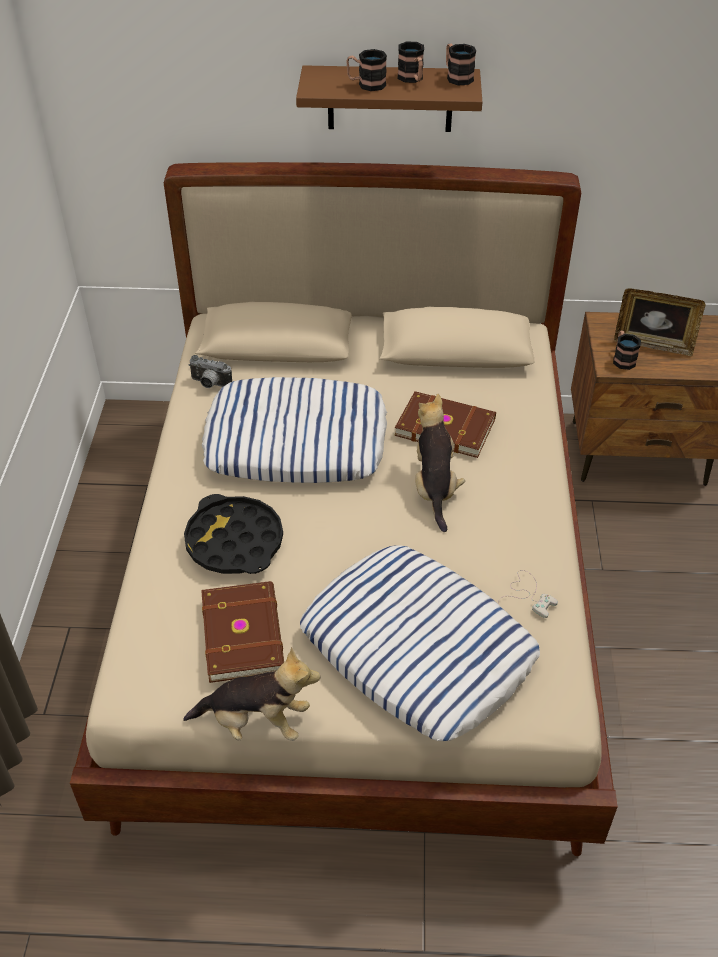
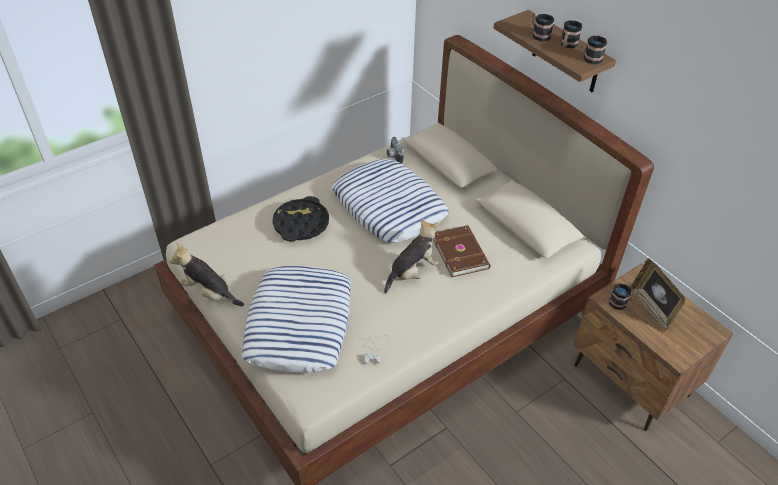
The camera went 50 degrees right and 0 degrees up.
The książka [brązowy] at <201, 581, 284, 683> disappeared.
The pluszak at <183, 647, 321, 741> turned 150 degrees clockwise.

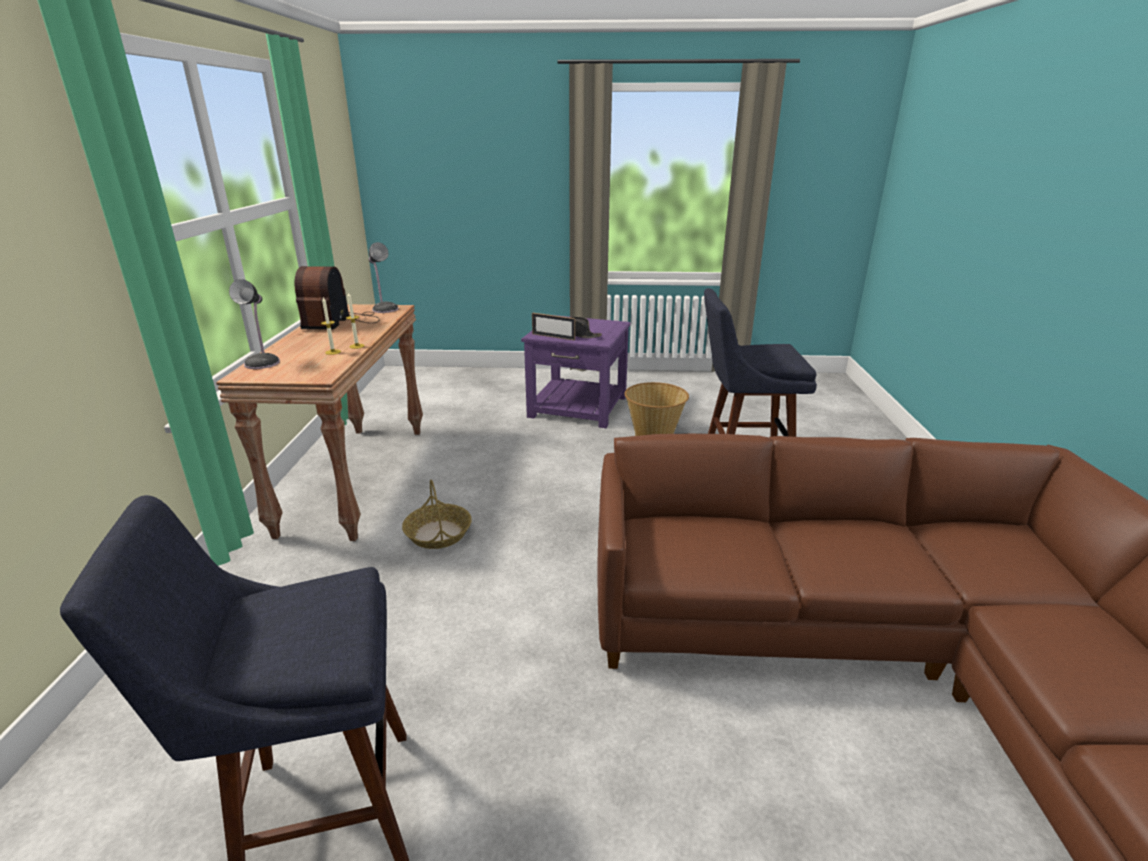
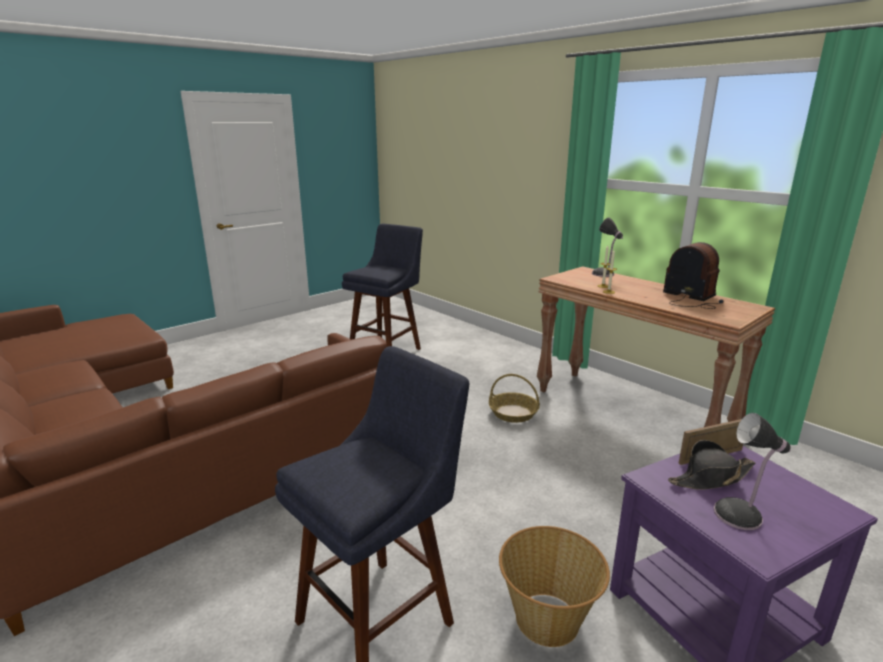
The camera went 135 degrees right and 5 degrees down.
The lampa stołowa moved from <368, 242, 399, 313> to <714, 413, 791, 530>.

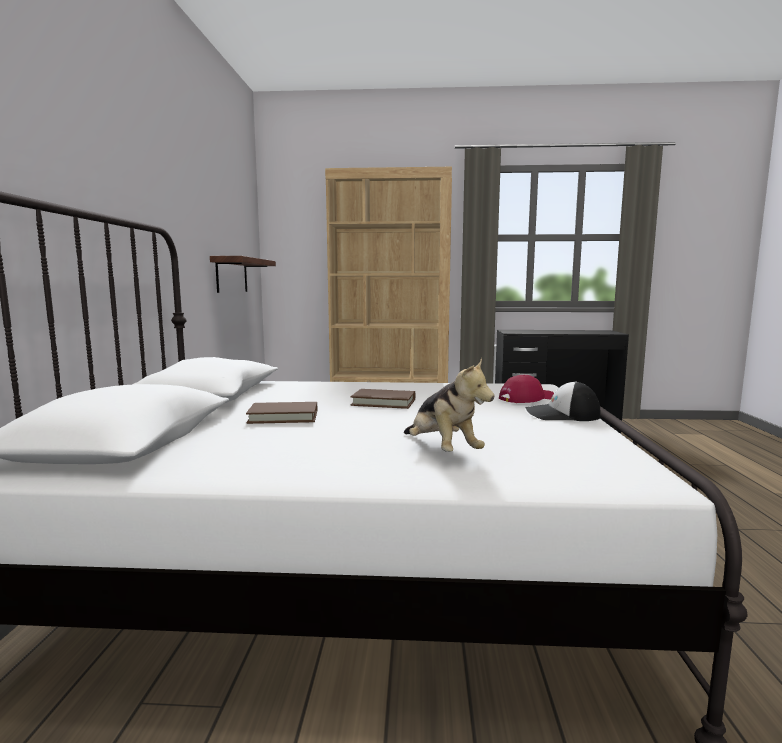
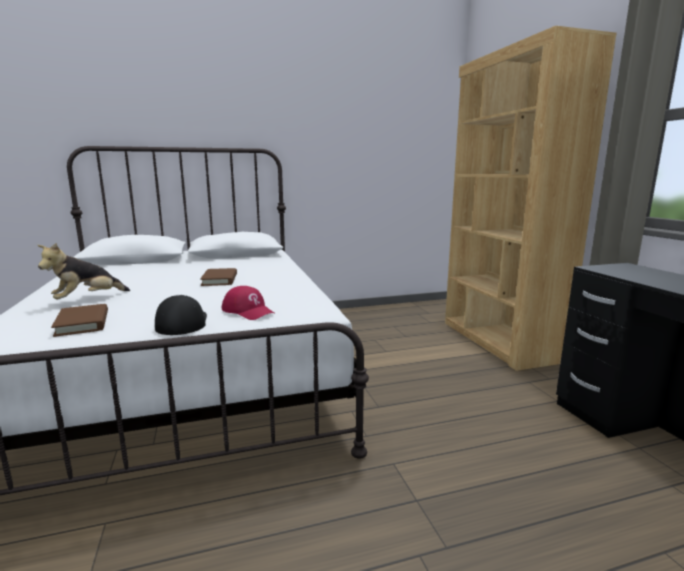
The camera went 70 degrees right and 5 degrees up.
The półka at <210, 256, 276, 293> disappeared.
The książka [brązowy] moved from <246, 402, 317, 424> to <51, 304, 108, 337>.

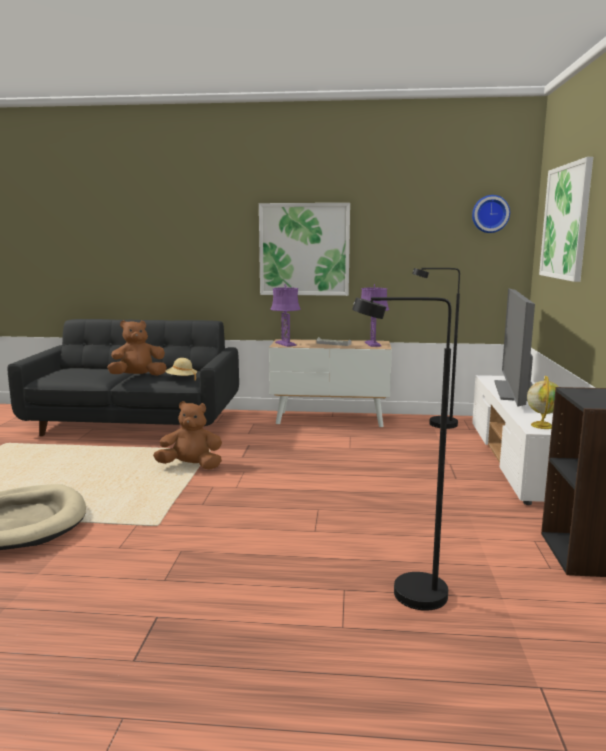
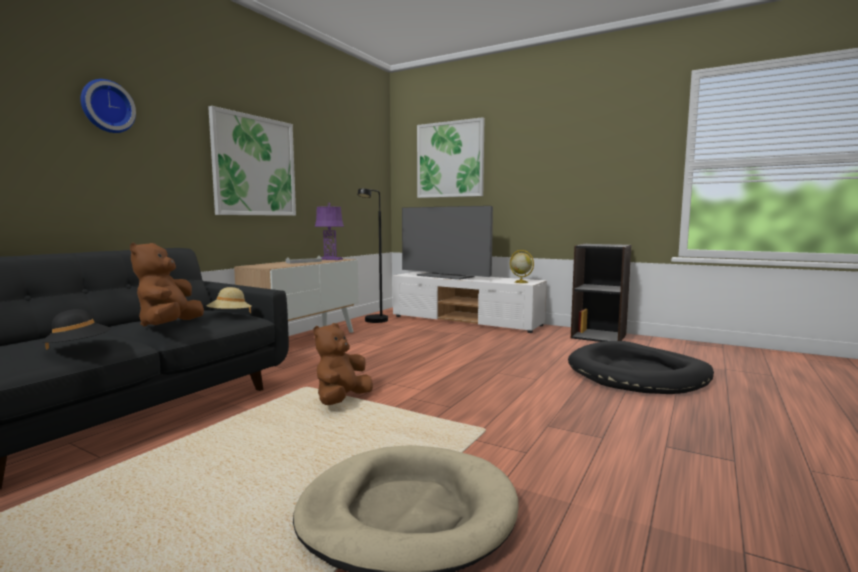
The camera went 65 degrees left and 5 degrees down.
The zegar ścienny moved from <472, 195, 510, 233> to <81, 79, 136, 133>.
The lampa stołowa [fioletowy] at <271, 284, 301, 347> disappeared.
The lampa stojąca [czarny] at <352, 297, 451, 611> was replaced by the legowisko [czarny] at <568, 341, 714, 394>.
The kapelusz [czarny] at <42, 309, 111, 350> appeared.

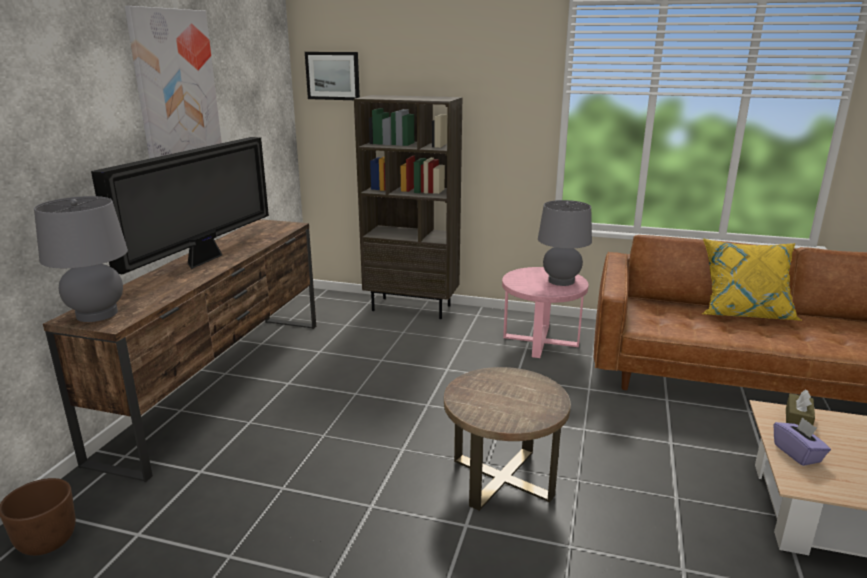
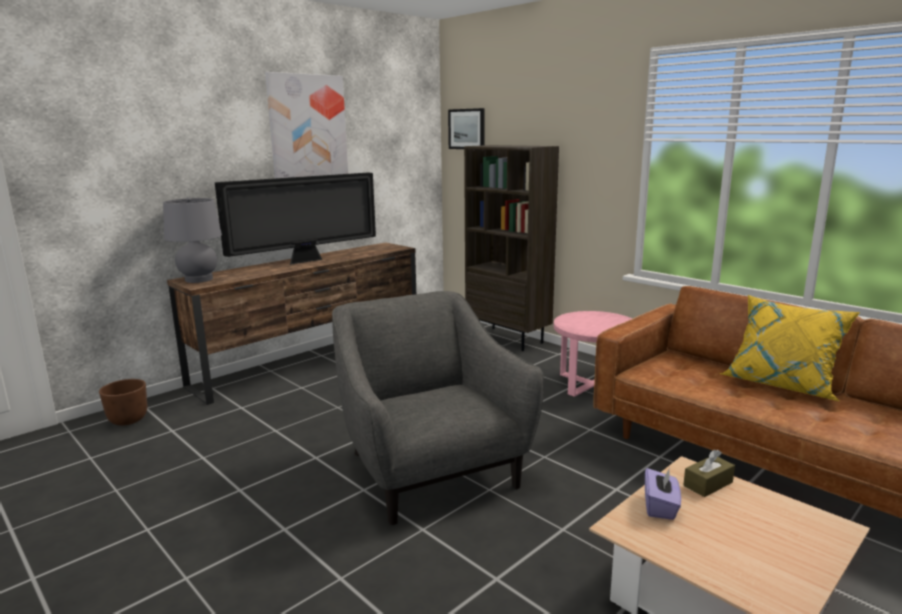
The camera went 30 degrees right and 5 degrees down.
The lampa stołowa [szary] at <538, 200, 592, 286> disappeared.
The stolik [brązowy] at <444, 367, 571, 511> was replaced by the fotel [szary] at <332, 291, 544, 525>.

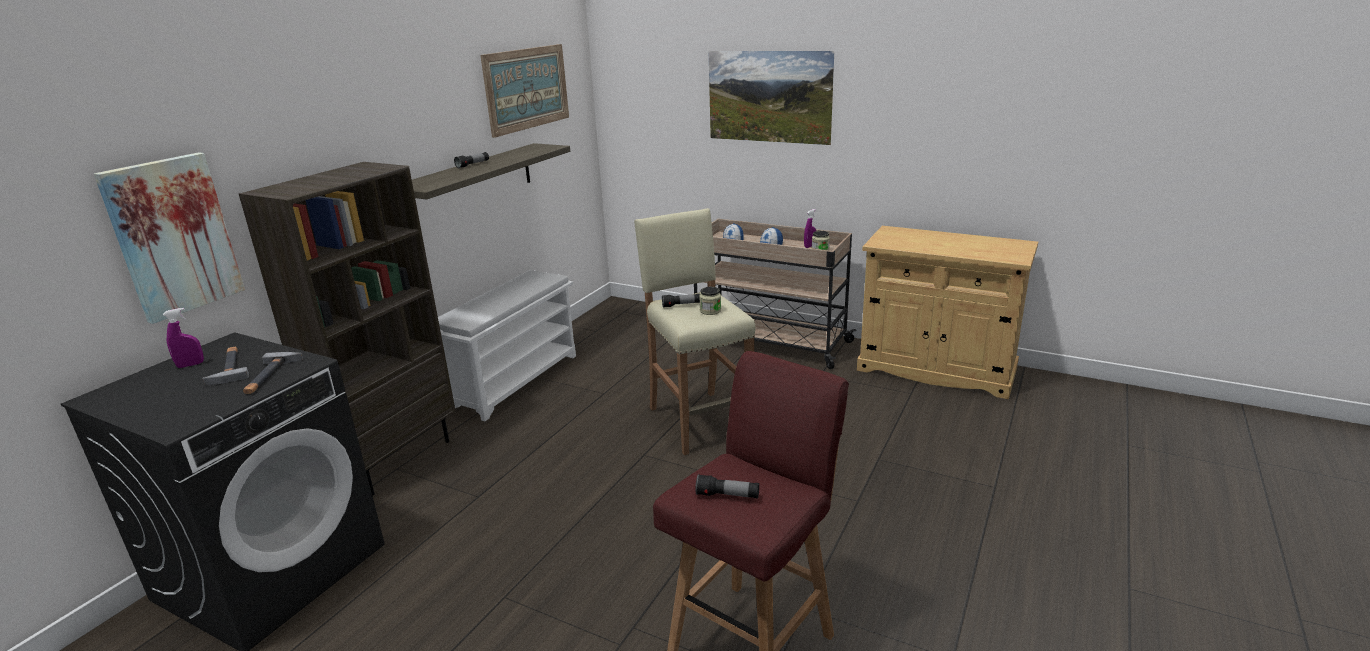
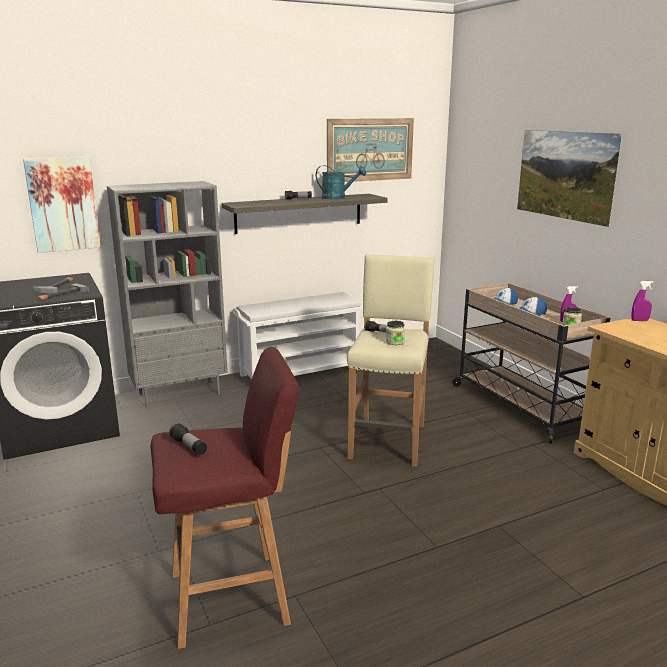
The camera went 35 degrees right and 5 degrees down.
The regał [brązowy] at <239, 162, 456, 496> became the regał [szary] at <107, 181, 228, 408>.
The spryskiwacz [fioletowy] moved from <163, 308, 204, 368> to <631, 281, 654, 321>.
The konewka [turkusowy] at <316, 165, 366, 199> appeared.

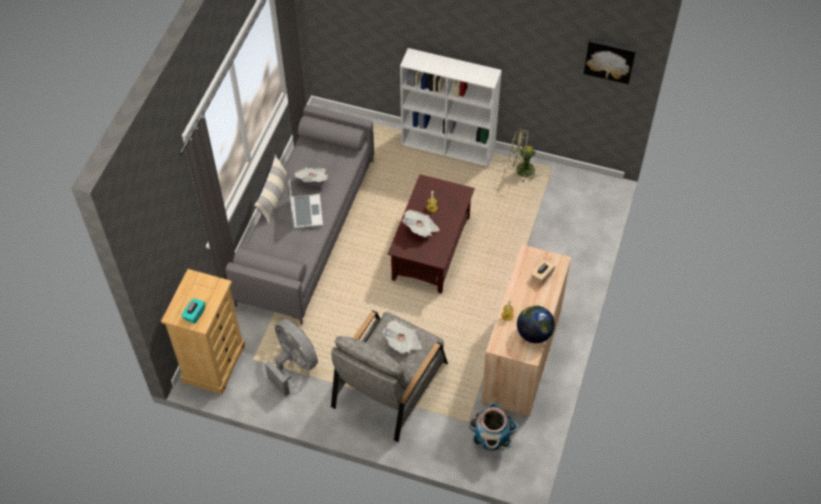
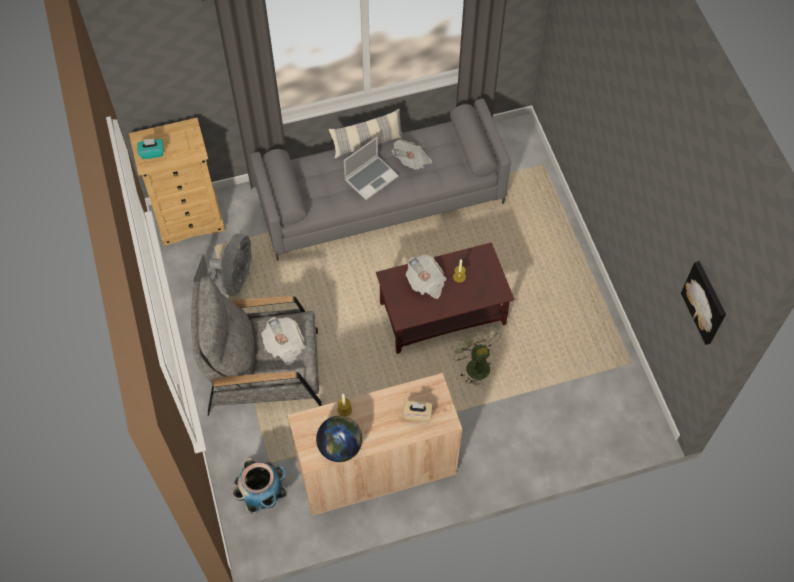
The camera went 55 degrees right and 5 degrees up.
The regał [biały] at <400, 48, 502, 167> disappeared.
The wentylator [zielony] moved from <508, 129, 537, 182> to <449, 325, 501, 387>.

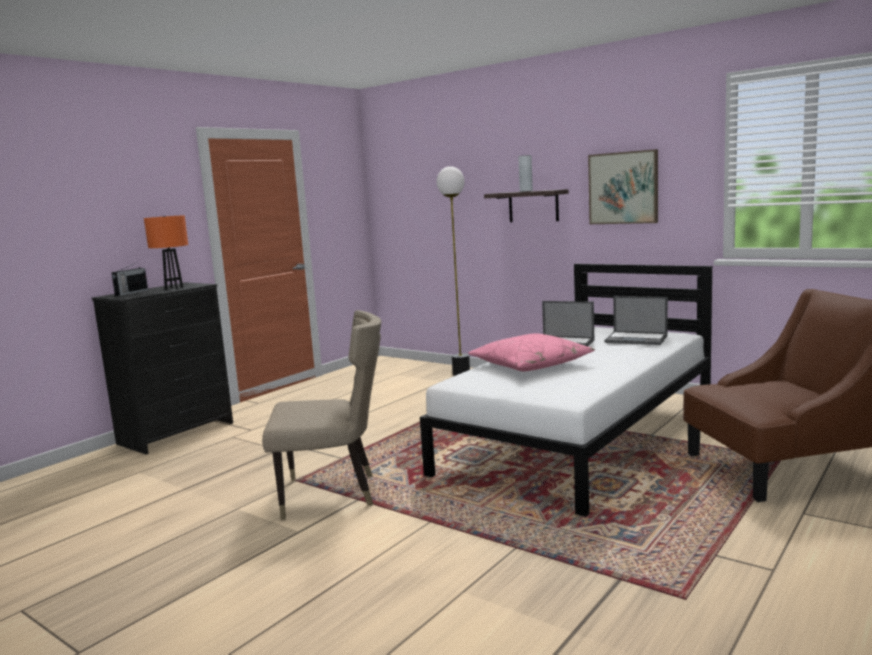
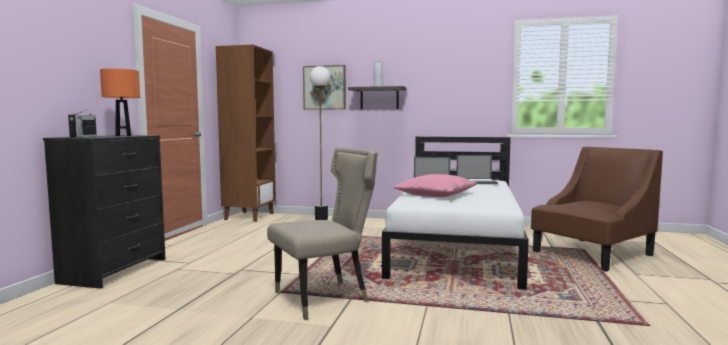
The camera went 25 degrees left and 5 degrees down.
The obraz moved from <588, 149, 658, 224> to <303, 65, 346, 110>.
The regał [brązowy] at <216, 45, 276, 222> appeared.

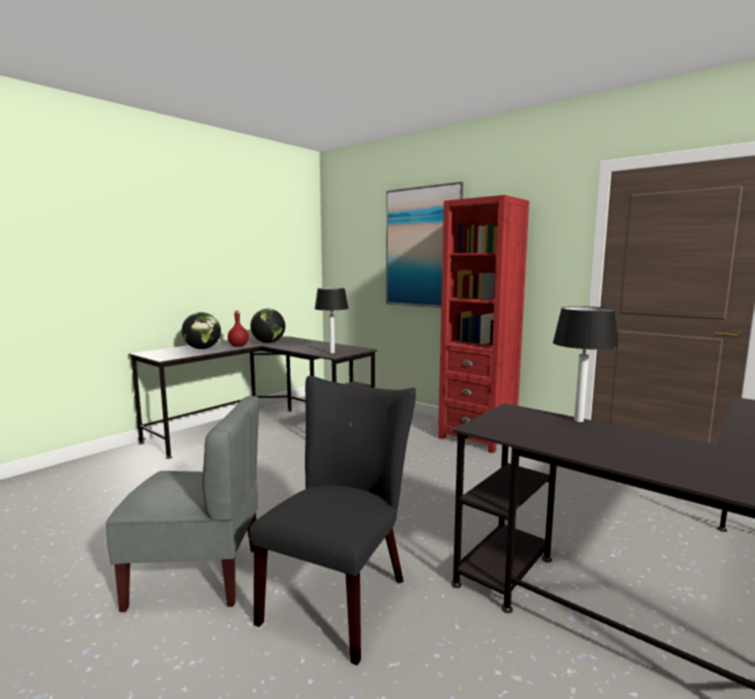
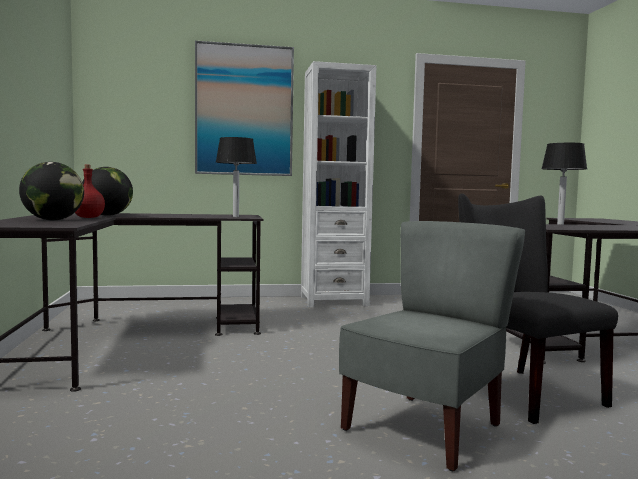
The camera went 50 degrees left and 5 degrees down.
The regał [czerwony] at <438, 195, 529, 453> became the regał [biały] at <301, 61, 376, 307>.

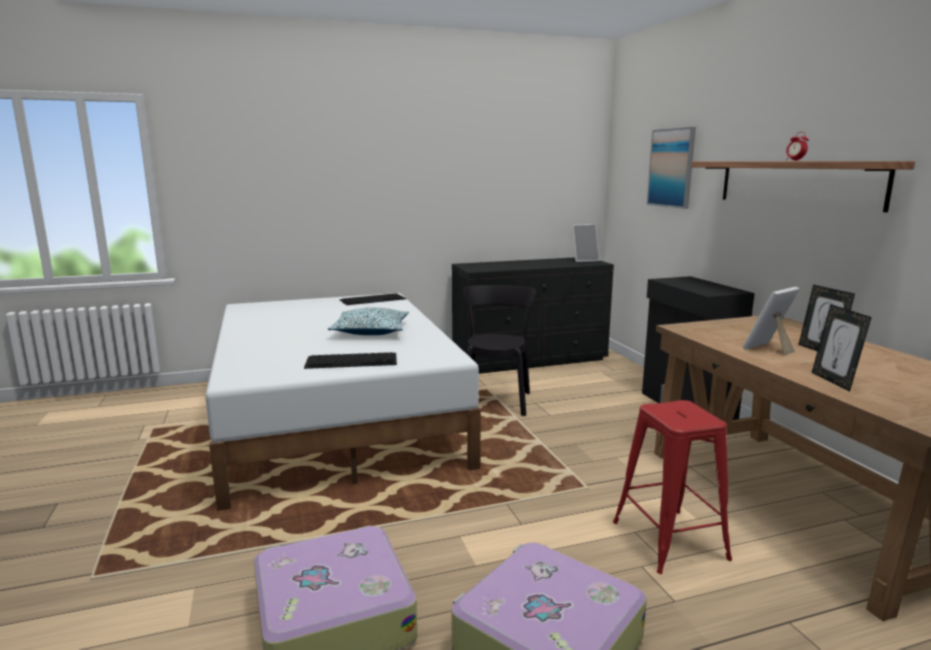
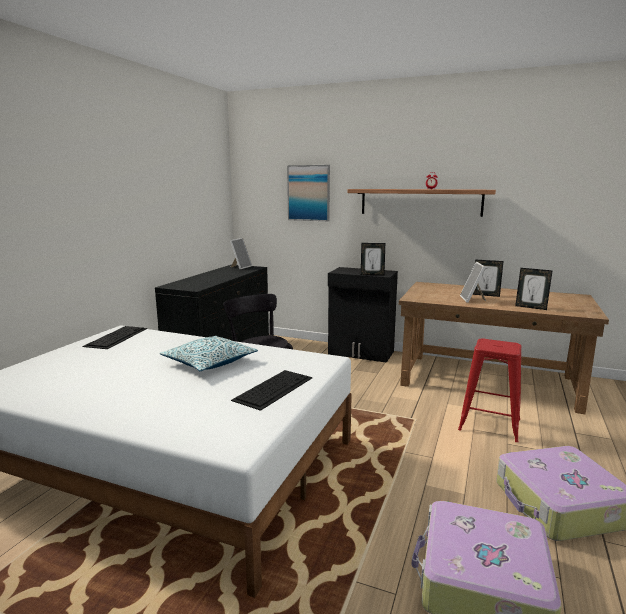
The camera went 50 degrees left and 0 degrees up.
The ramka na zdjęcie at <361, 243, 385, 275> appeared.

